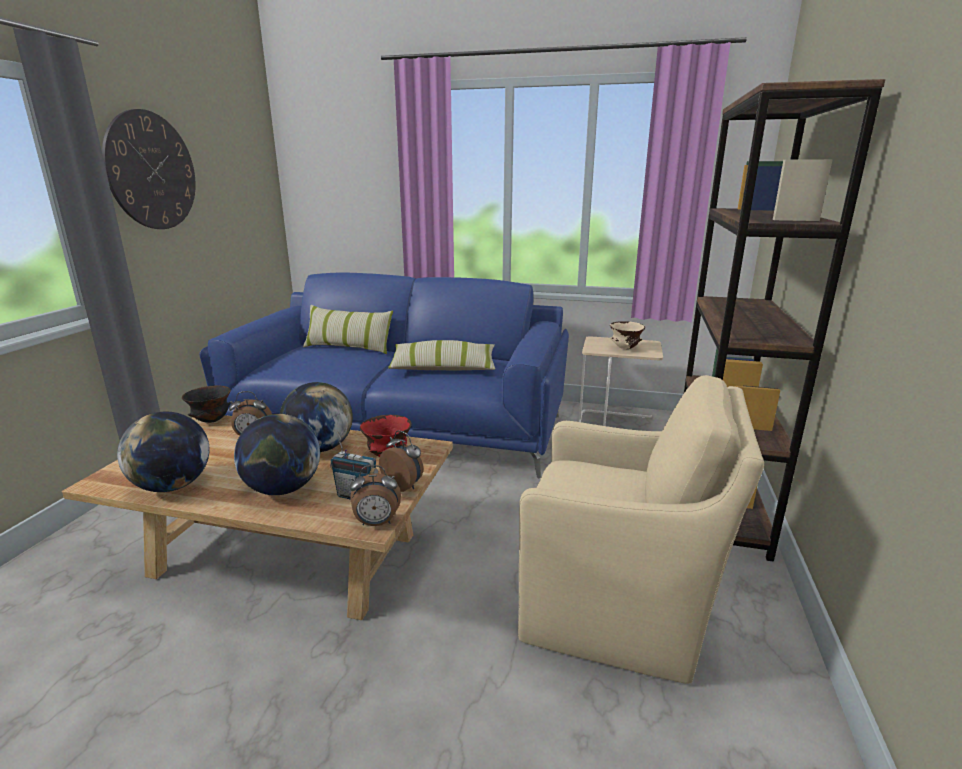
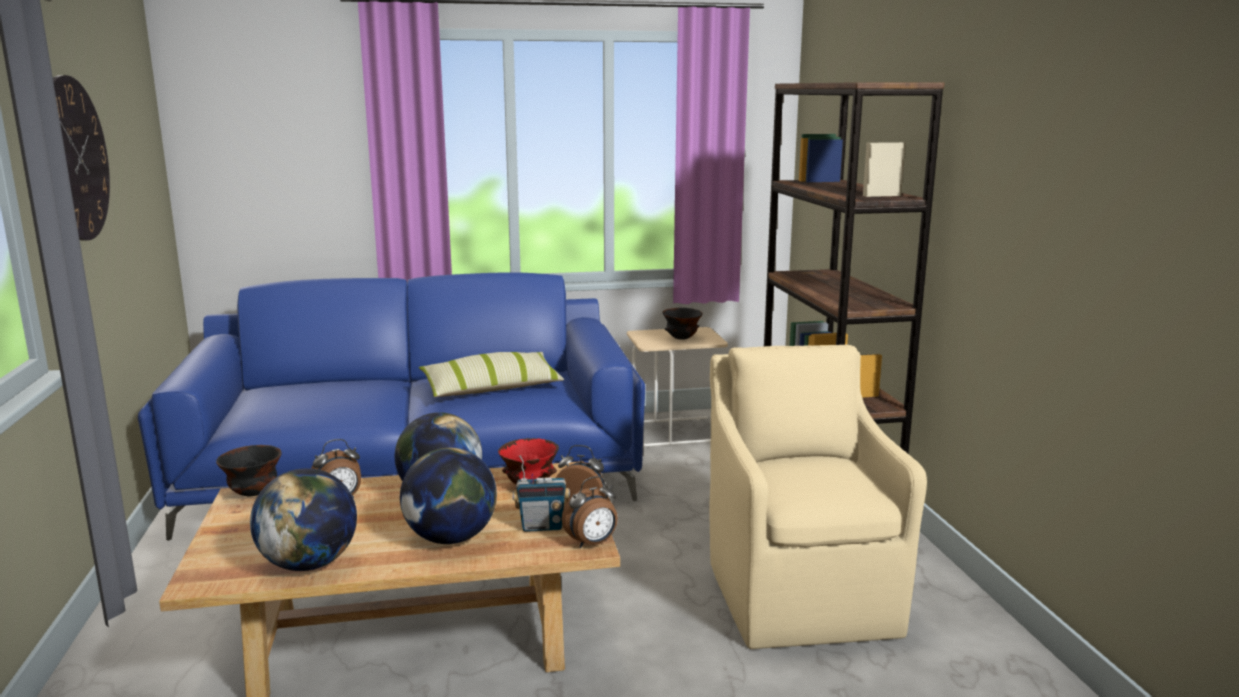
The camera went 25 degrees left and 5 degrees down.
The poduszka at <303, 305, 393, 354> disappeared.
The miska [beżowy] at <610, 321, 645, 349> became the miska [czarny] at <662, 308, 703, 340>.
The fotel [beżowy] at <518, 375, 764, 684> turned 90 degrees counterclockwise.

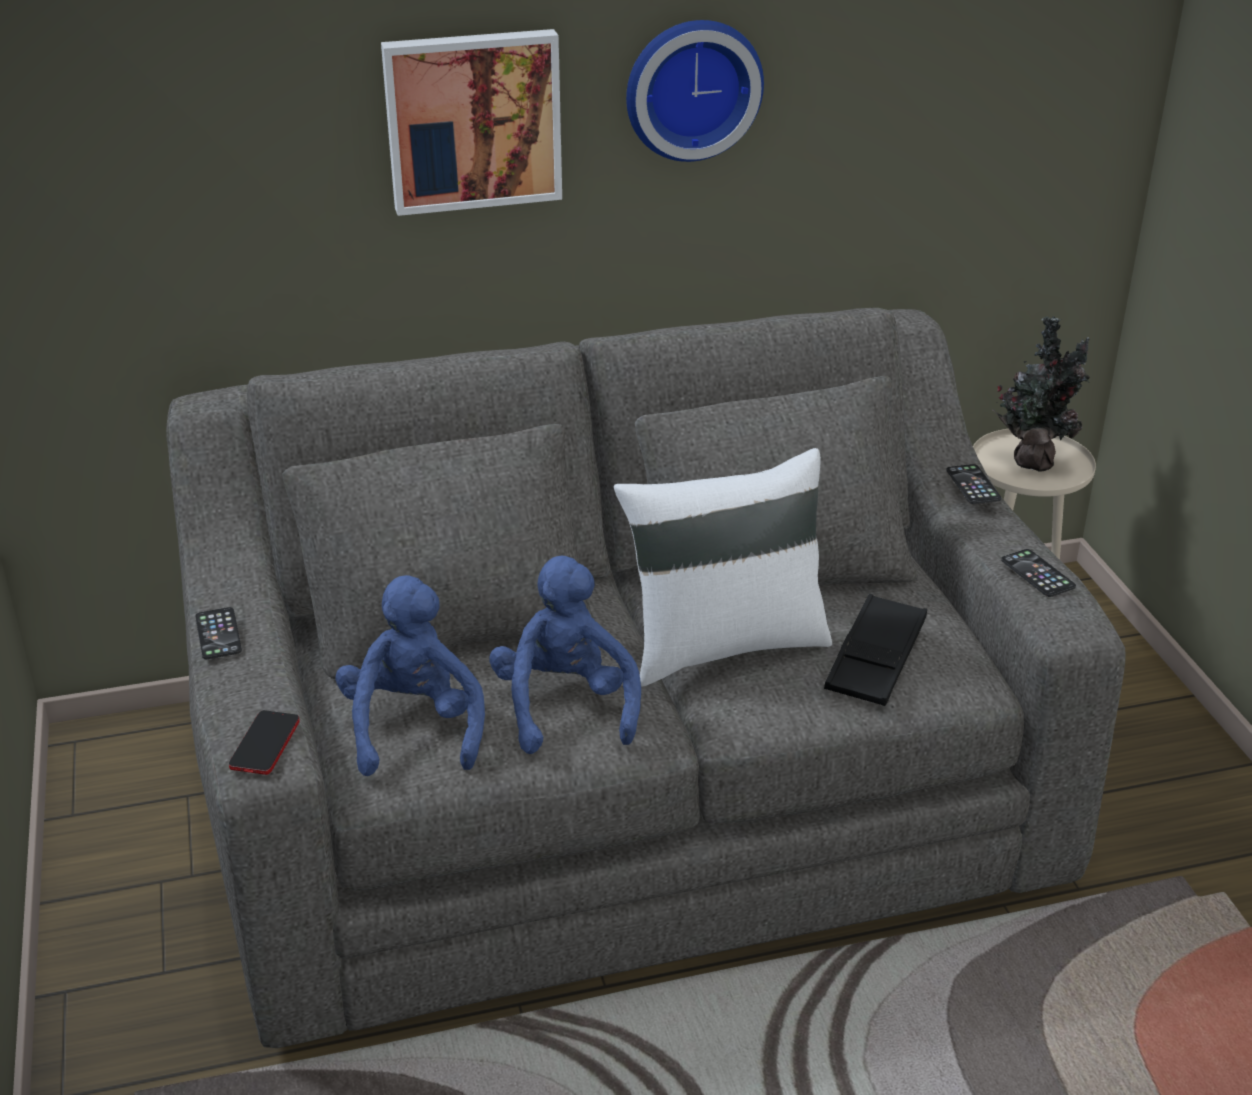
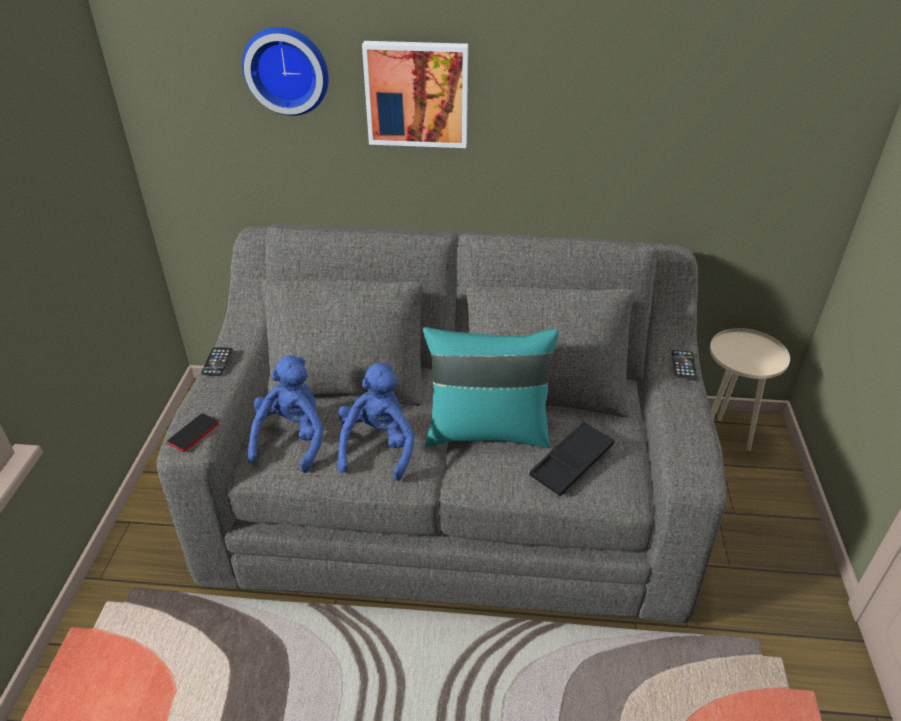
The camera went 20 degrees right and 5 degrees up.
The zegar ścienny moved from <626, 20, 764, 162> to <242, 27, 329, 116>.
The roślina doniczkowa at <992, 316, 1090, 472> disappeared.
The poduszka [biały] at <614, 448, 832, 687> became the poduszka [turkusowy] at <423, 327, 558, 448>.
The telefon at <1001, 549, 1076, 597> disappeared.

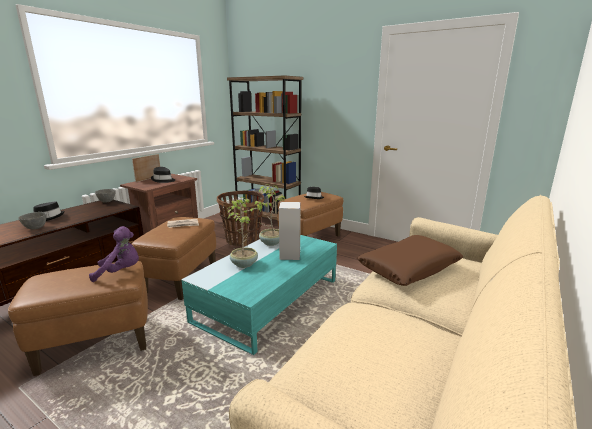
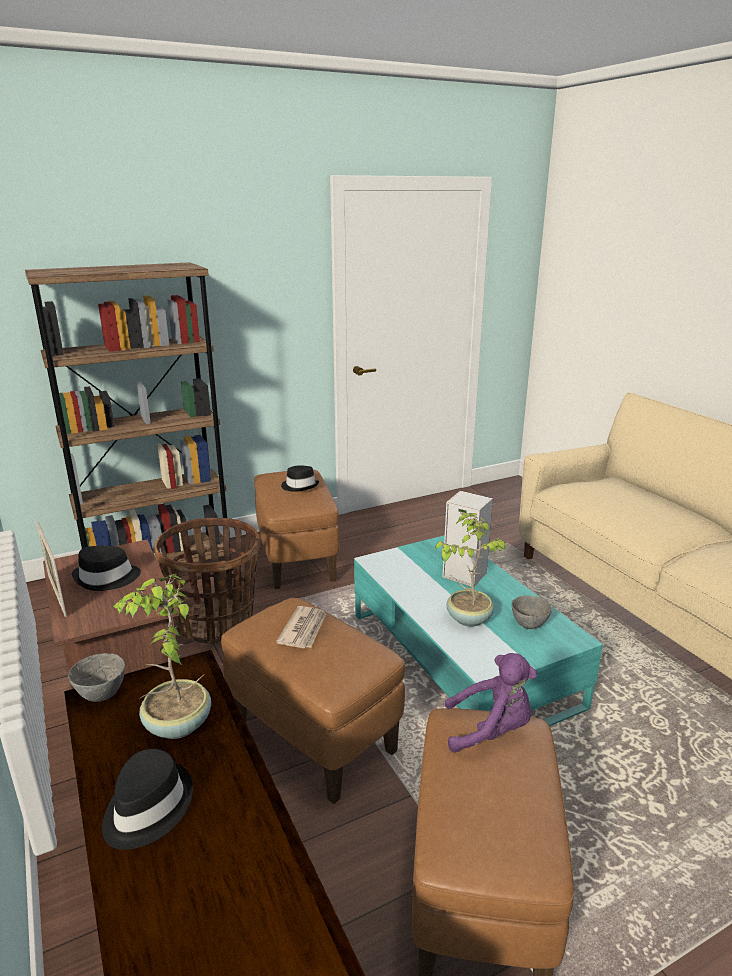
The camera went 60 degrees left and 5 degrees up.
The roślina doniczkowa moved from <254, 184, 285, 246> to <113, 573, 211, 739>.
The miska [szary] moved from <18, 212, 47, 229> to <512, 595, 552, 629>.
The pluszak [fioletowy] at <89, 226, 139, 282> turned 75 degrees clockwise.
The poduszka [brązowy] at <357, 235, 463, 286> disappeared.

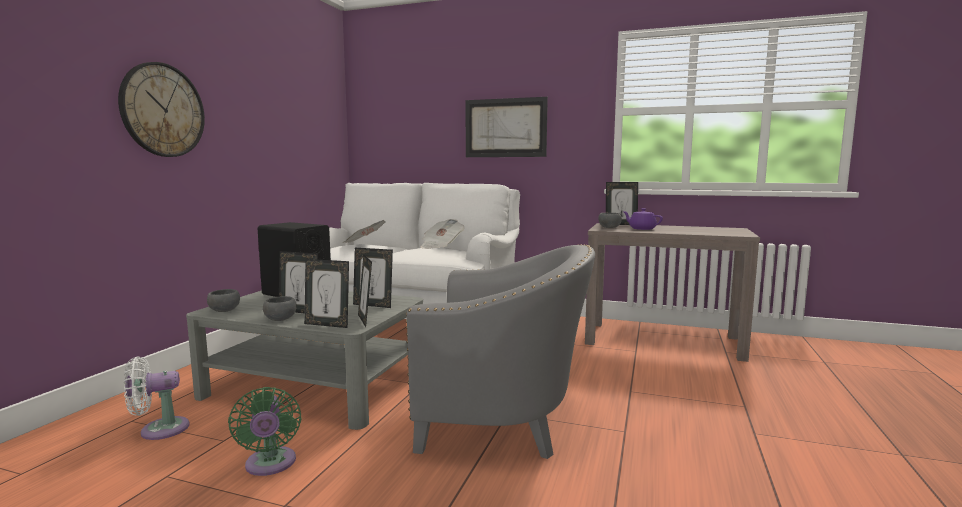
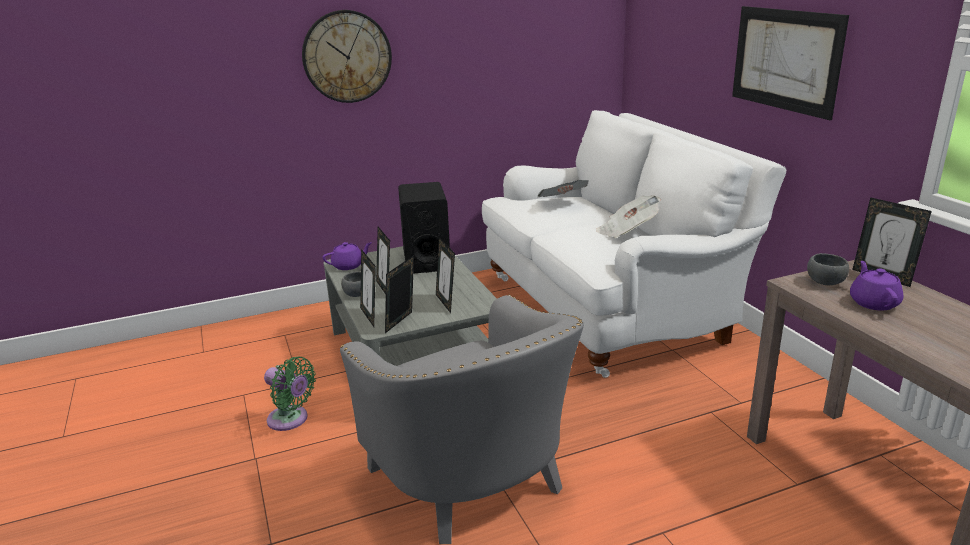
The camera went 50 degrees right and 15 degrees up.
The miska [szary] at <207, 289, 240, 312> was replaced by the imbryk [fioletowy] at <323, 242, 372, 270>.
The wentylator [biały] at <124, 356, 190, 440> disappeared.
The wentylator [zielony] at <228, 387, 302, 476> turned 90 degrees counterclockwise.

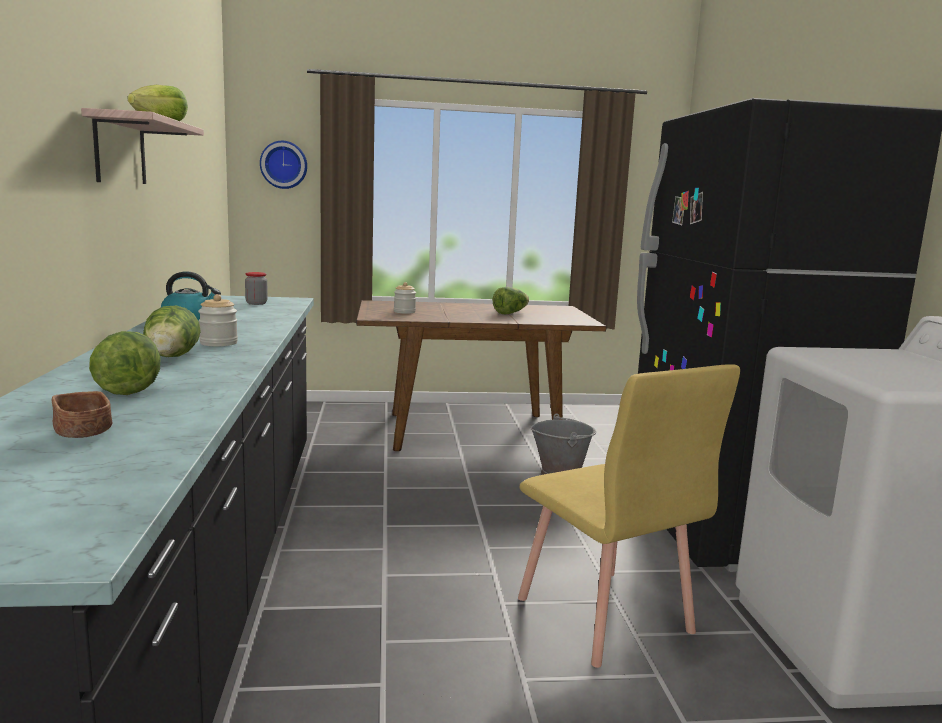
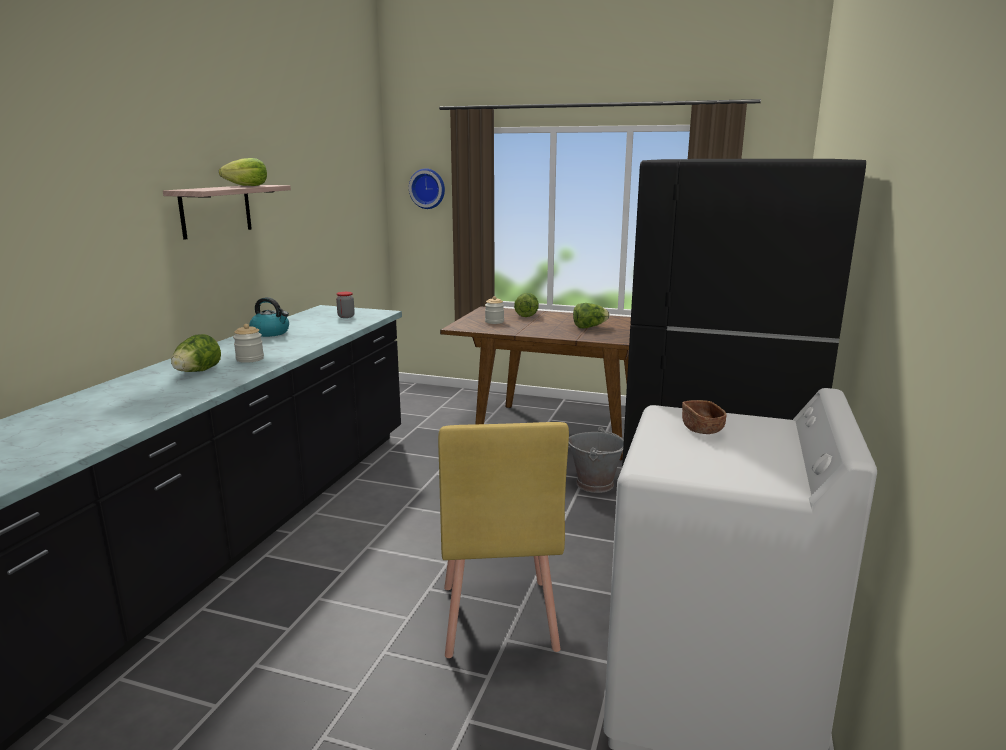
The camera went 25 degrees right and 5 degrees up.
The sałata moved from <89, 331, 160, 395> to <514, 293, 539, 317>.
The miska [brązowy] moved from <52, 391, 113, 438> to <682, 400, 727, 434>.

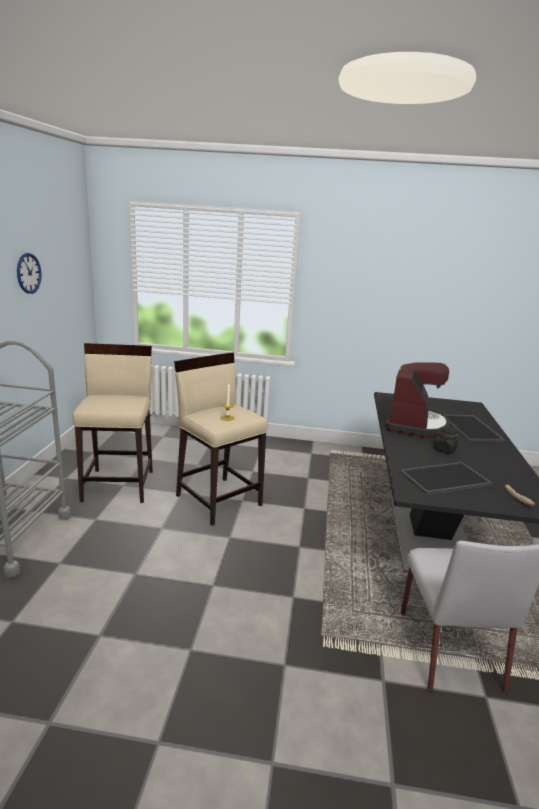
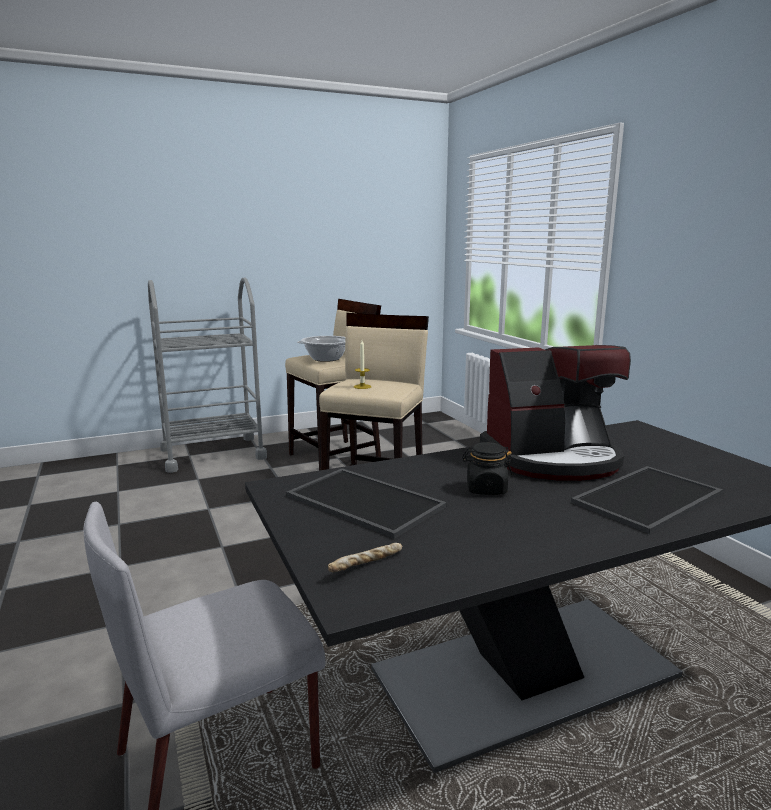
The camera went 60 degrees right and 5 degrees down.
The zegar ścienny at <17, 253, 41, 294> disappeared.
The garnek at <297, 336, 346, 362> appeared.

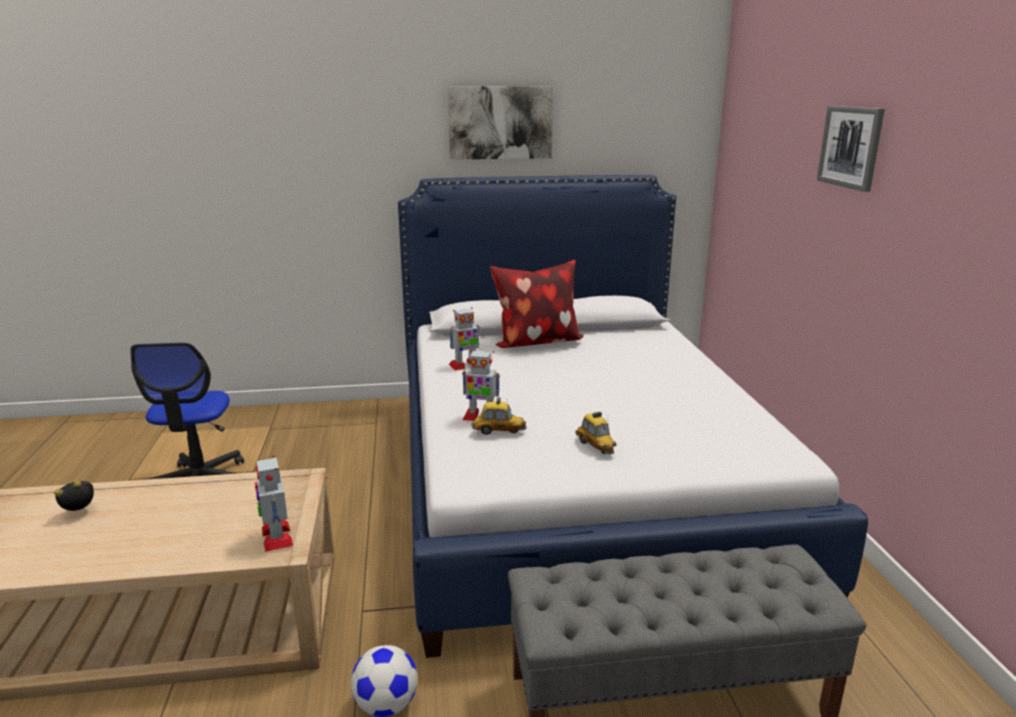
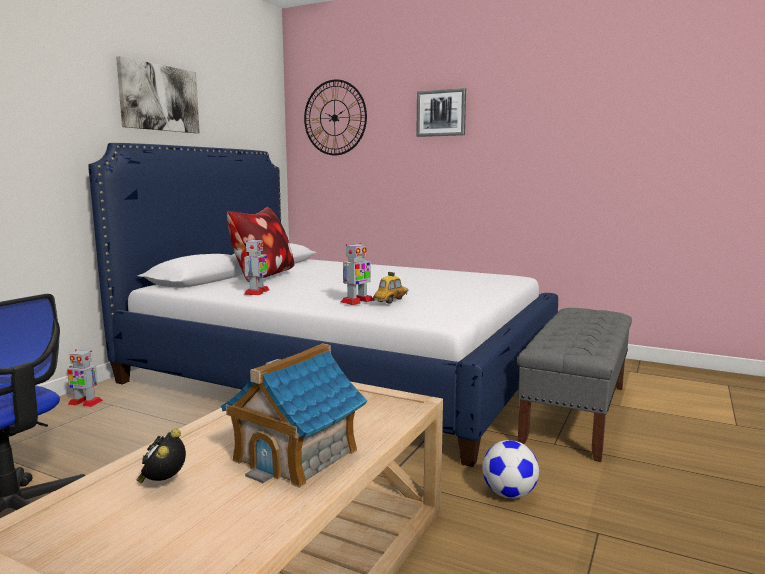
The camera went 55 degrees left and 10 degrees down.
The samochodzik at <575, 412, 617, 455> disappeared.
The robot zabawkowy moved from <255, 455, 293, 552> to <67, 349, 103, 407>.
The zegar ścienny at <304, 79, 367, 156> appeared.
The domek at <221, 343, 368, 488> appeared.

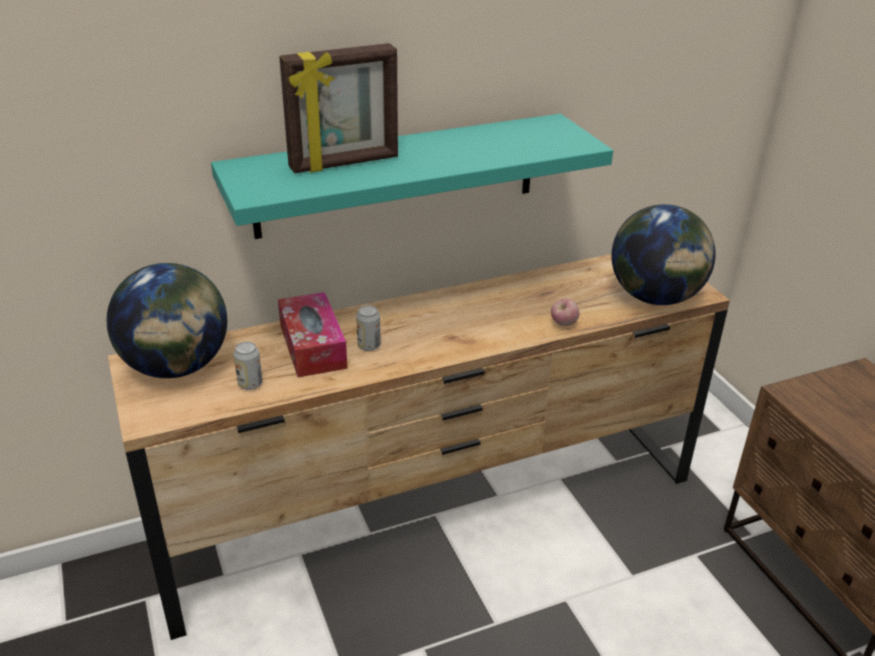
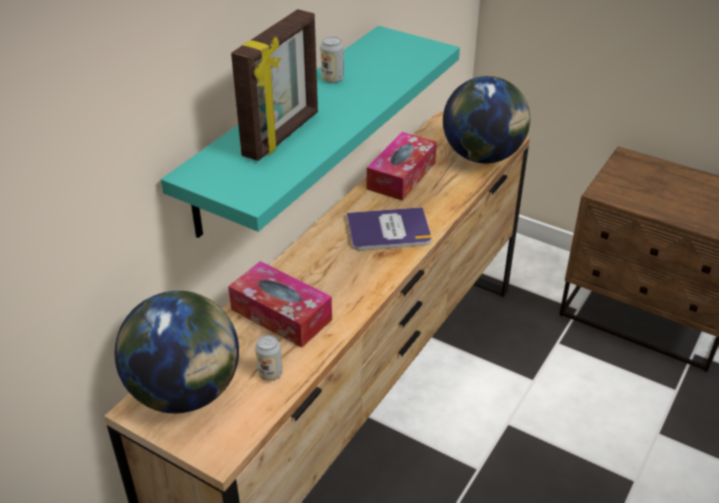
The camera went 35 degrees left and 5 degrees up.
The jabłko at <551, 299, 580, 326> disappeared.
The puszka moved from <356, 305, 381, 351> to <320, 36, 344, 83>.
The pudełko chusteczek at <367, 132, 437, 201> appeared.
The książka at <347, 207, 432, 251> appeared.

